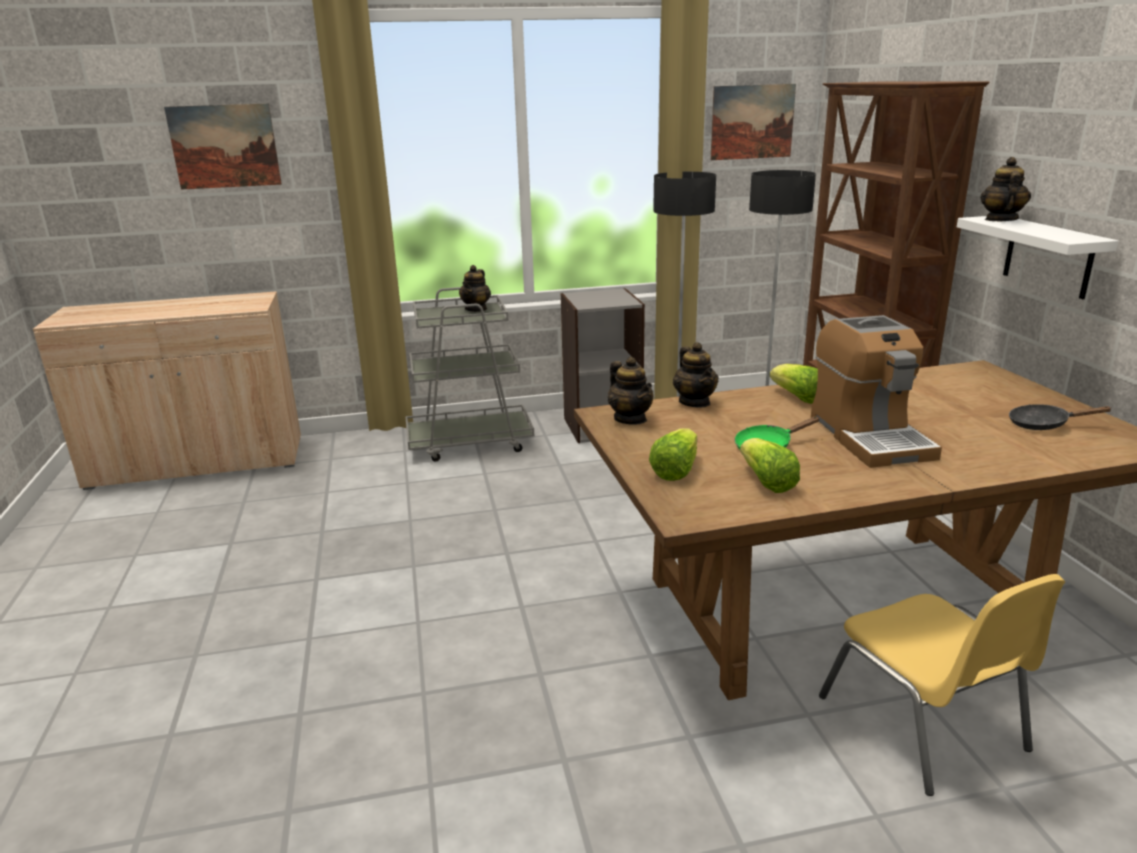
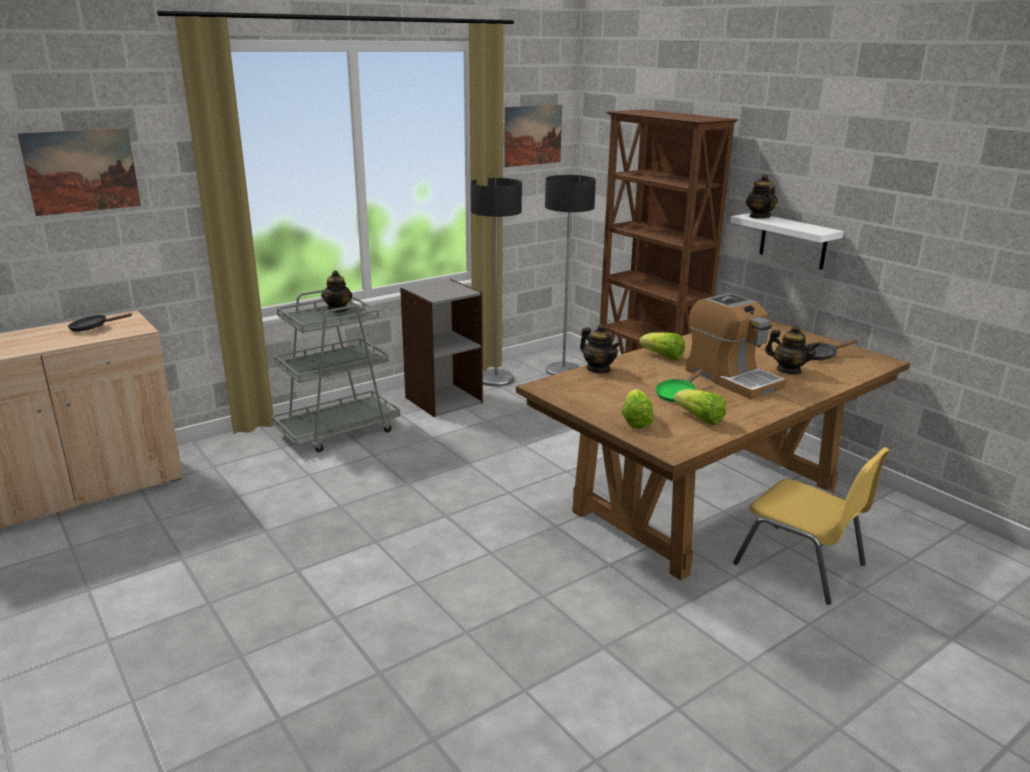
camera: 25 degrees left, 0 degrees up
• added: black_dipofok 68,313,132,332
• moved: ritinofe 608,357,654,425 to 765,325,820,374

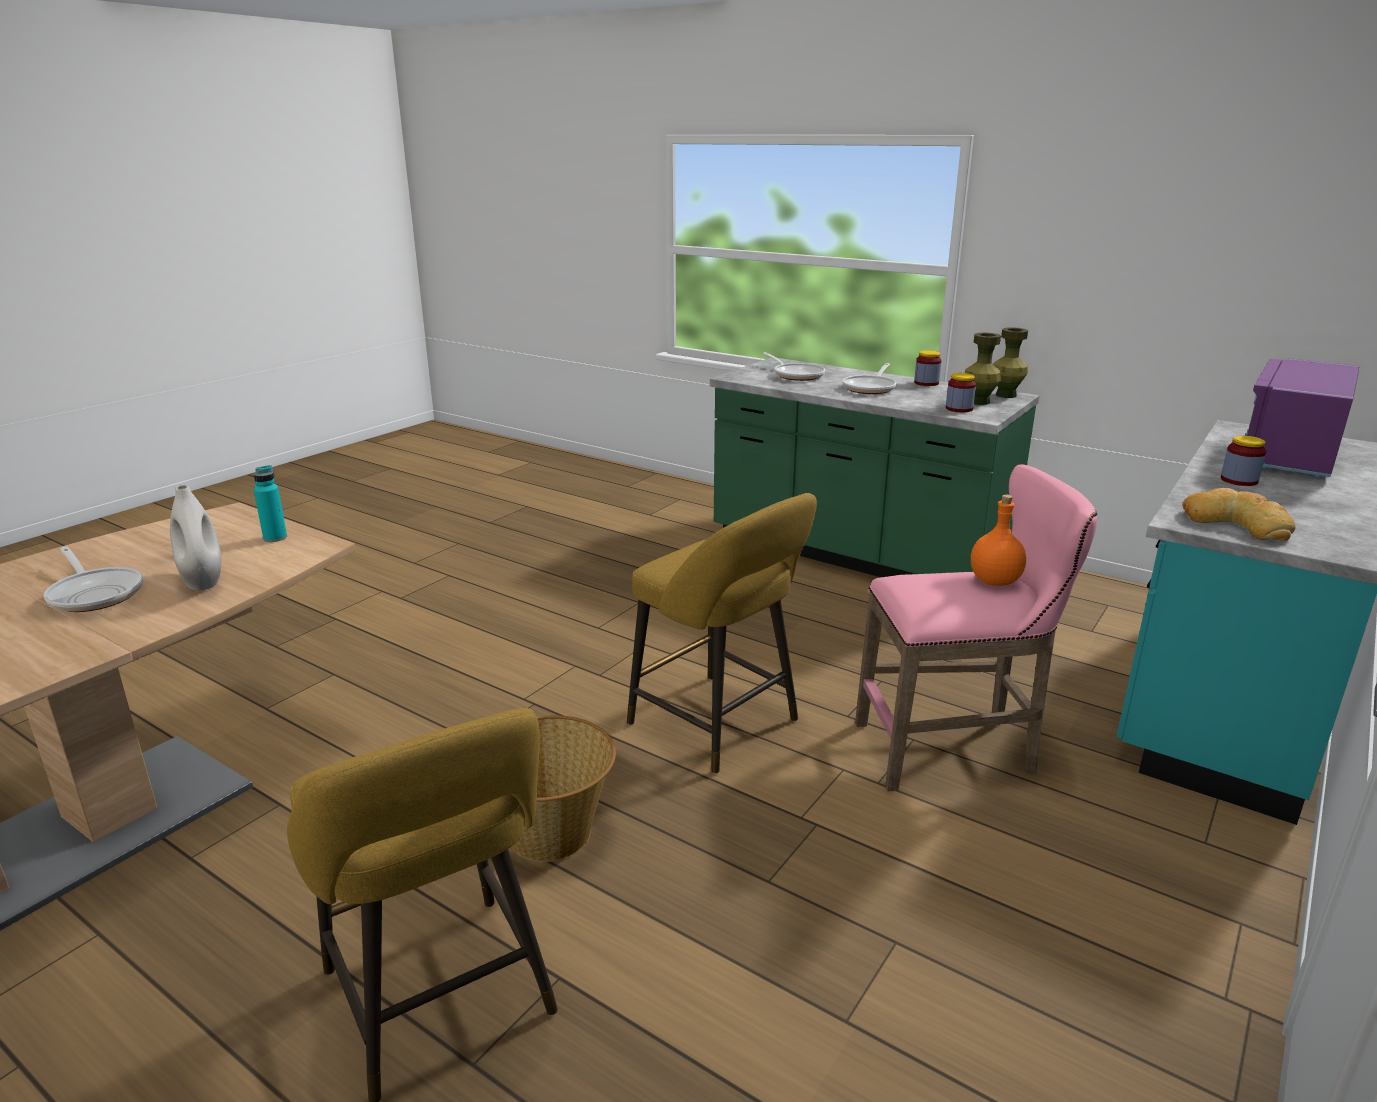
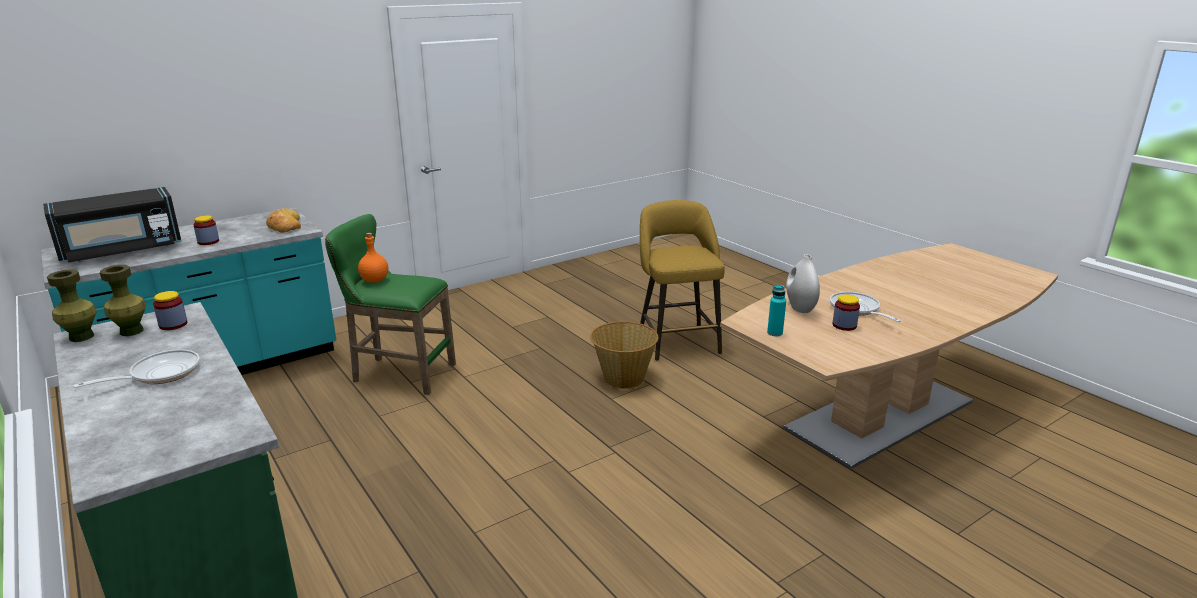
camera: 160 degrees left, 0 degrees up
• recoloured: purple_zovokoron 1245,358,1359,477 to black_zovokoron 43,187,182,263
• recoloured: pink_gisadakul 855,464,1097,791 to green_gisadakul 325,214,456,395
• moved: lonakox 914,350,942,386 to 832,294,860,331
• removed: yellow_gisadakul 627,493,817,774
• removed: dipofok 763,352,825,381

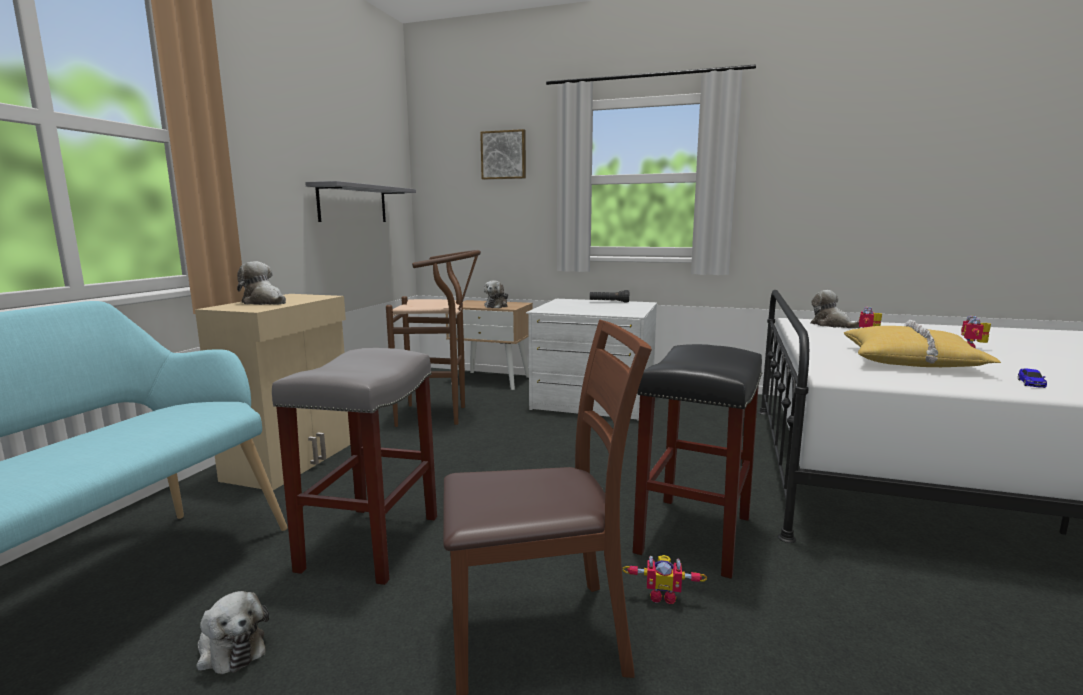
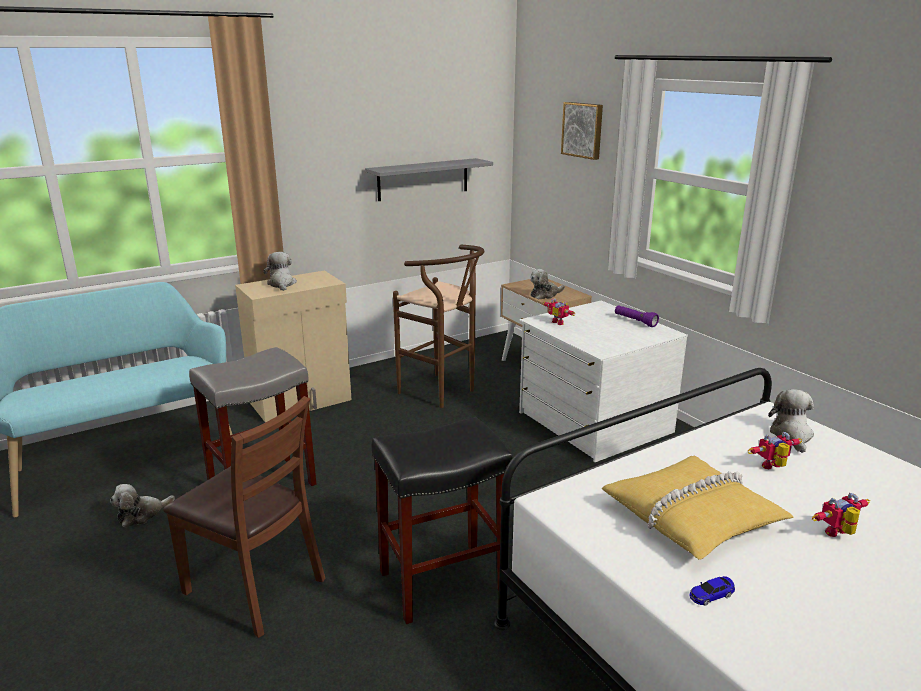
camera: 40 degrees right, 10 degrees up
• turned: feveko 196,591,269,674 = 110,484,175,528 60 degrees clockwise
• moved: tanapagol 622,555,707,604 to 543,298,575,325
• recoloured: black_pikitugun 590,290,629,303 to purple_pikitugun 615,305,659,327

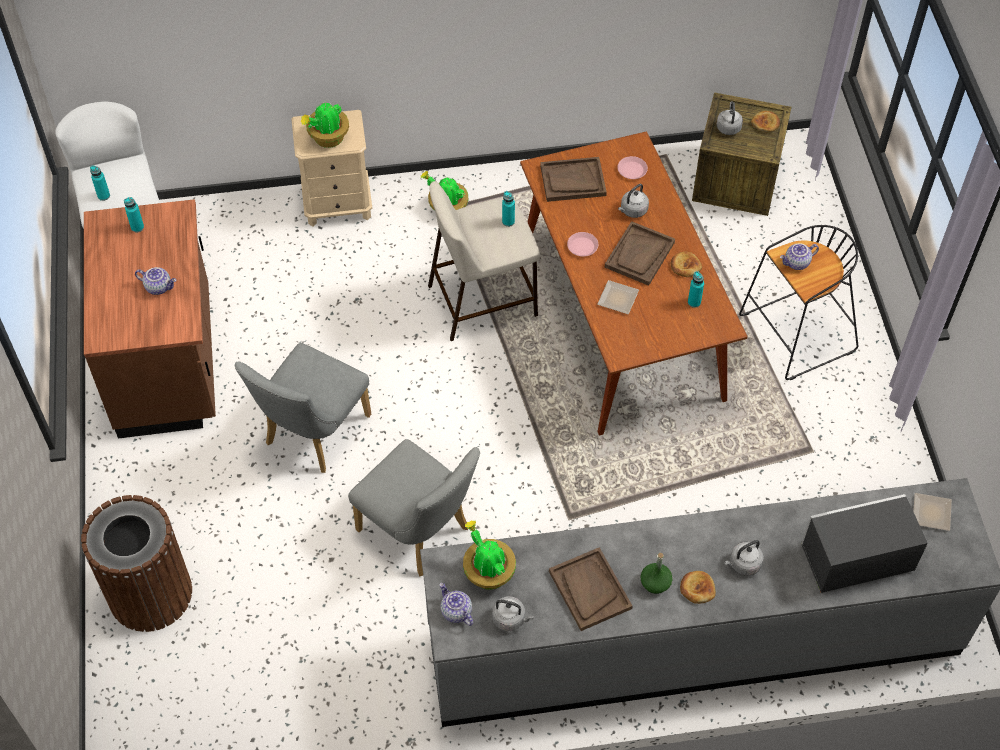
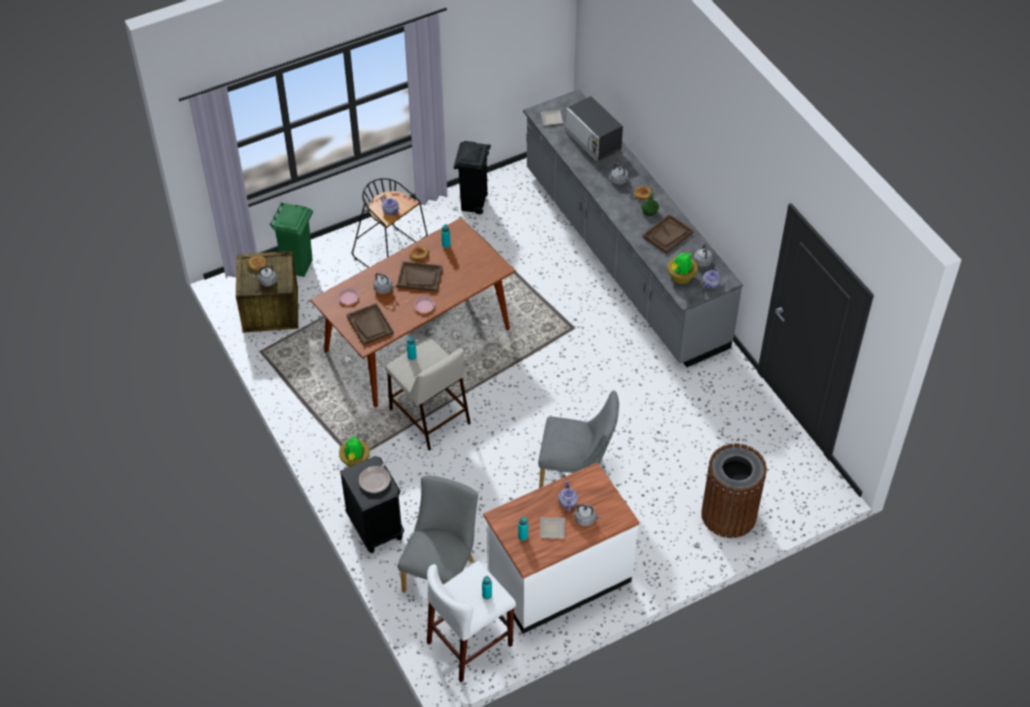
camera: 110 degrees left, 5 degrees down
• added: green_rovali 270,202,313,277
• recoloured: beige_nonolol 291,110,372,226 to black_nonolol 340,456,404,553
• replaced: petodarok 301,100,349,148 to dipofok 359,454,391,493
• moved: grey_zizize 348,439,480,576 to 398,476,478,593
• added: black_rovali 454,141,491,214
• recoloured: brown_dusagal 84,199,216,439 to white_dusagal 483,462,639,634
• moved: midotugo 597,280,639,314 to 540,517,565,539
• added: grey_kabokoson 574,504,601,526

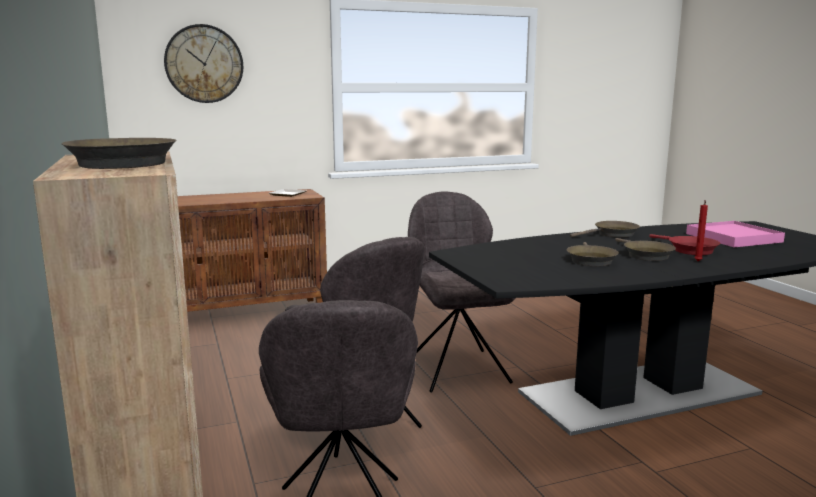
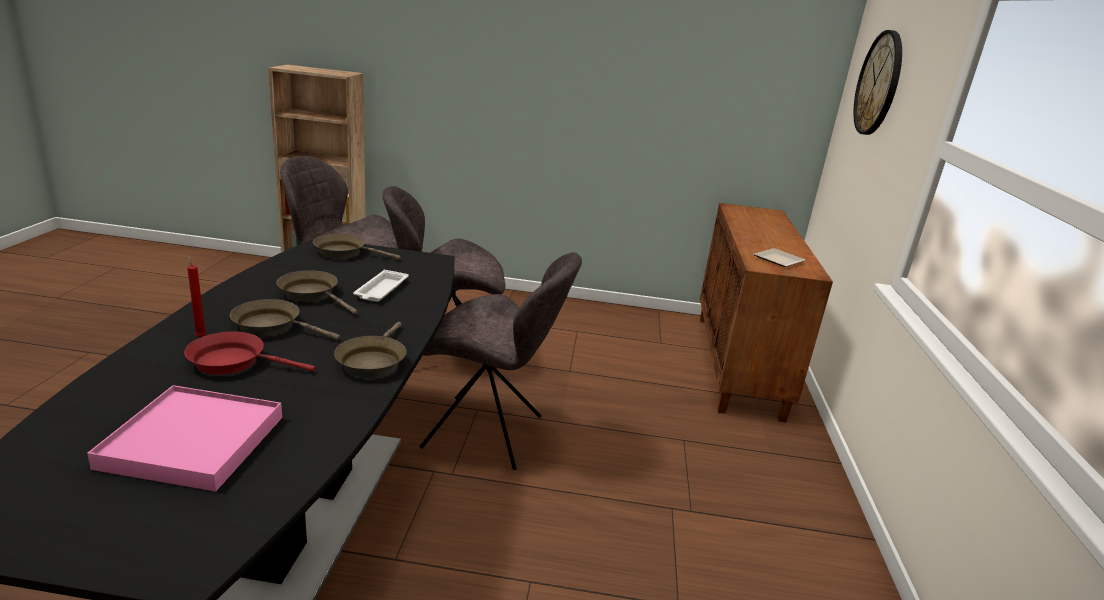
camera: 115 degrees right, 10 degrees up
• moved: brown_dipofok 62,138,176,169 to 313,234,401,259
• added: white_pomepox 353,270,409,302

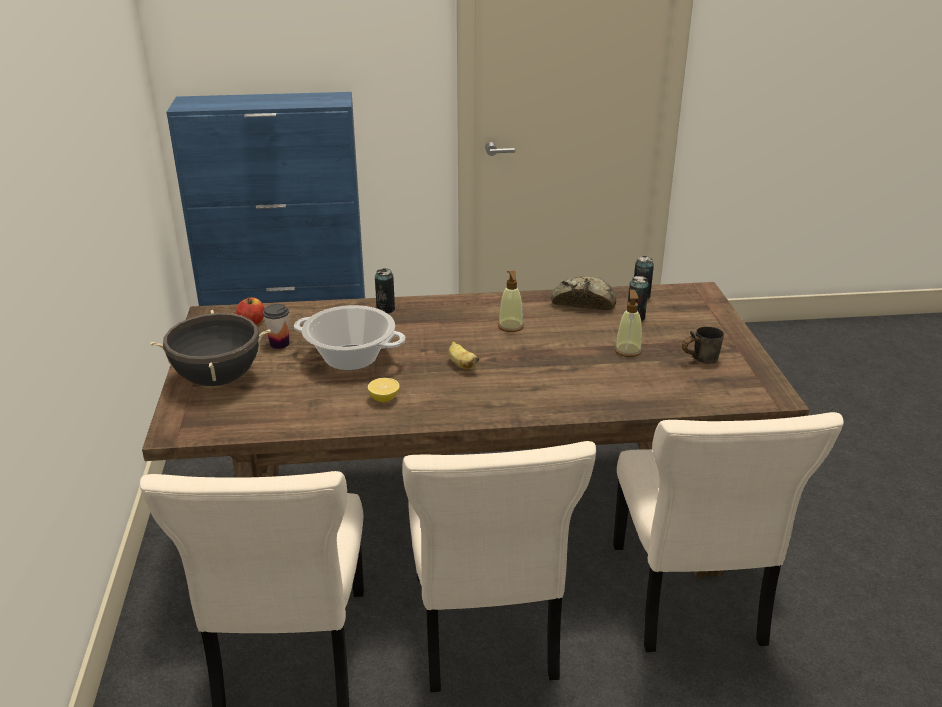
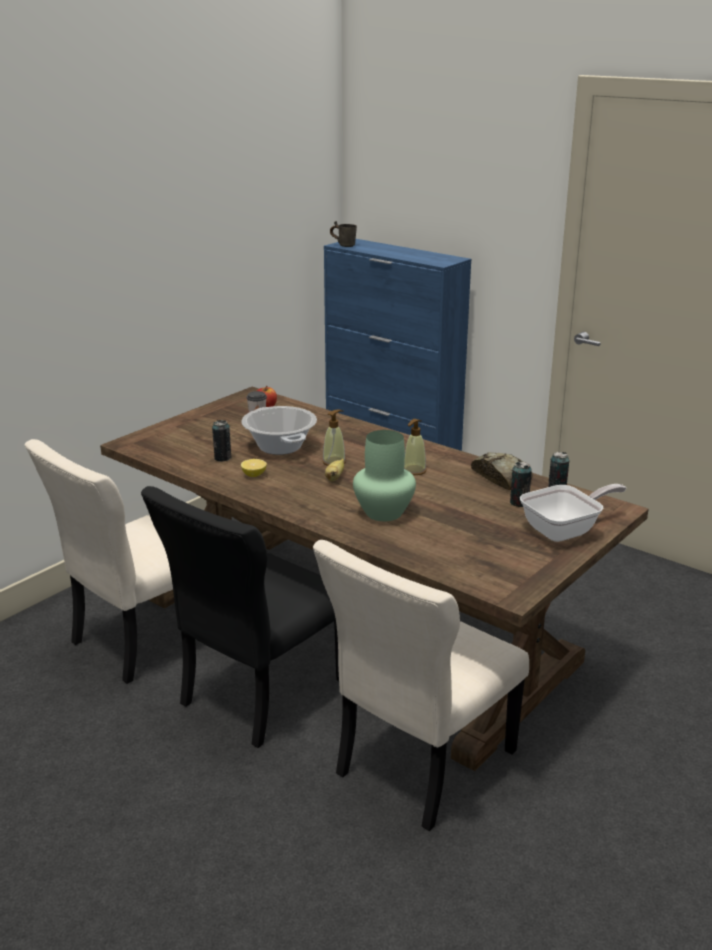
camera: 45 degrees right, 5 degrees down
• recoloured: beige_zizize 402,441,596,692 to black_zizize 141,486,339,748
• moved: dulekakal 375,268,395,313 to 212,420,231,462
• moved: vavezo 615,290,642,357 to 323,409,346,466
• moved: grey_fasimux 682,326,724,364 to 330,221,357,247
• added: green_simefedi 353,430,416,521
• added: dipofok 520,484,626,542
• removed: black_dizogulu 151,310,270,386

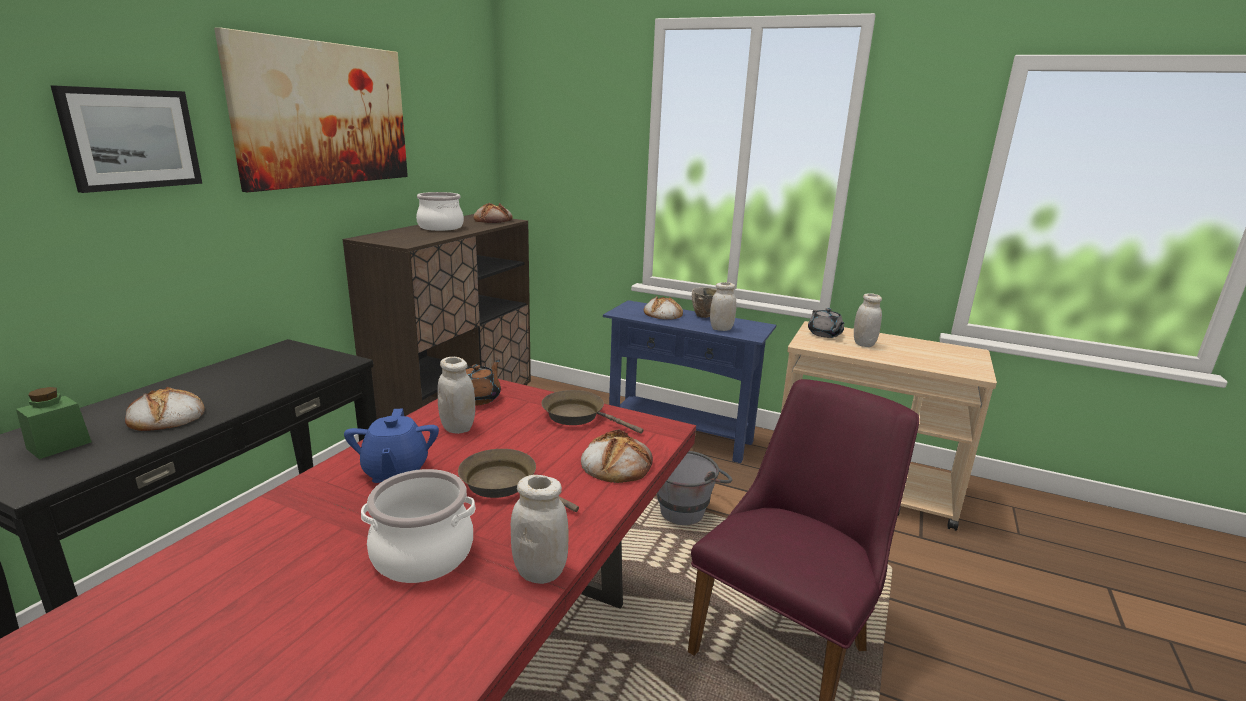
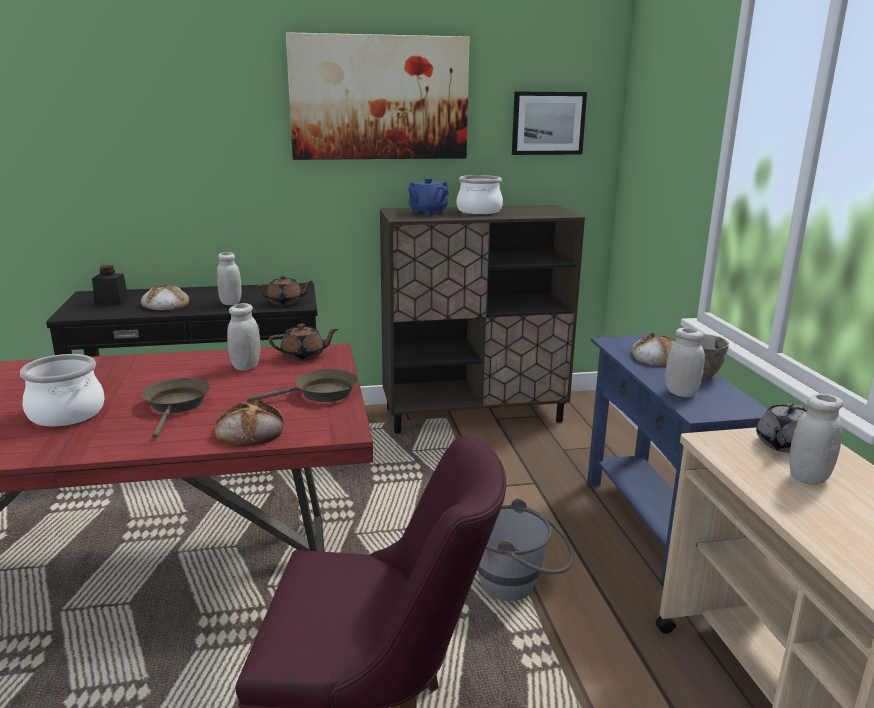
camera: 55 degrees right, 0 degrees up
• recoloured: green_lonakox 16,387,92,459 to black_lonakox 92,265,128,305
• moved: white_lonakox 511,475,569,584 to 217,252,242,305
• turned: brown_dipofok 542,390,643,434 = 247,369,358,402 75 degrees clockwise
• added: brown_ritinofe 257,275,313,306
• moved: blue_ritinofe 344,409,439,483 to 408,178,449,215
• moved: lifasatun 50,85,202,193 to 512,91,587,155
• removed: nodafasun 473,203,513,223

